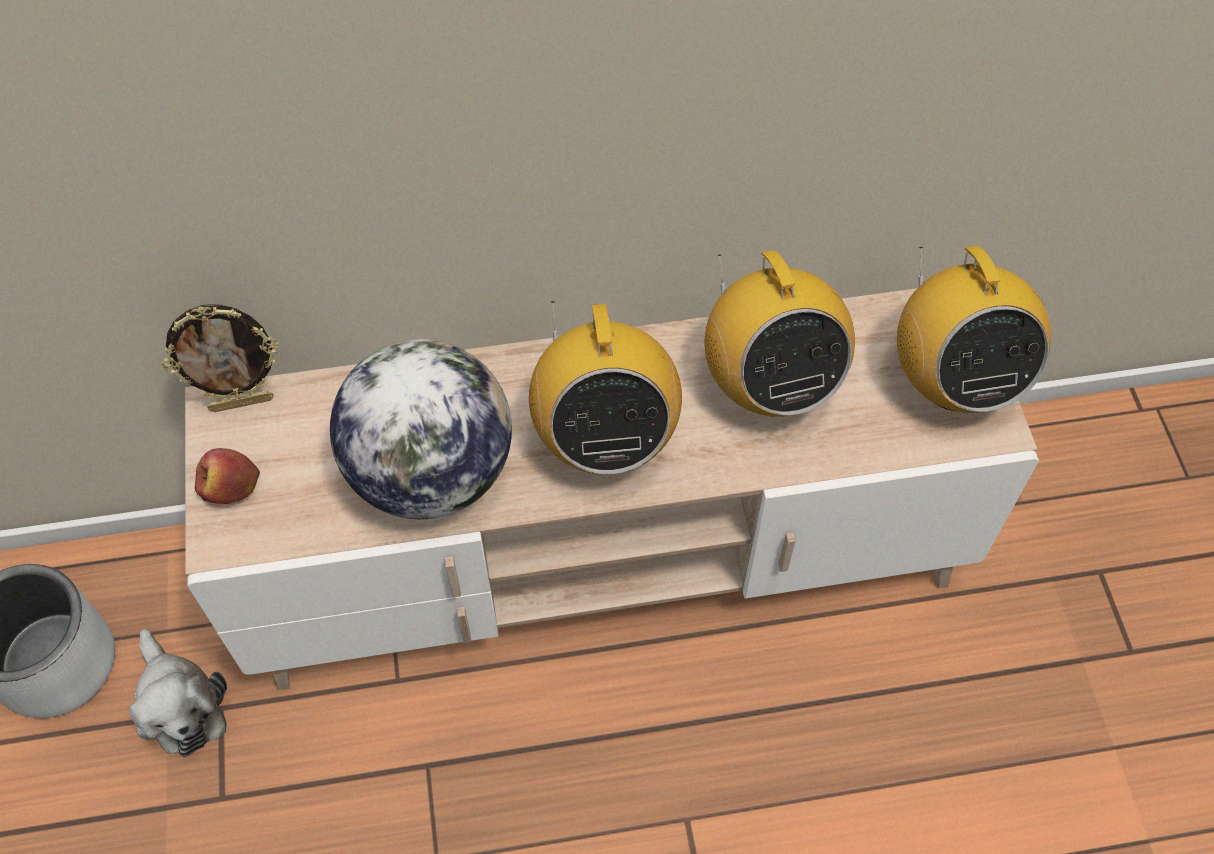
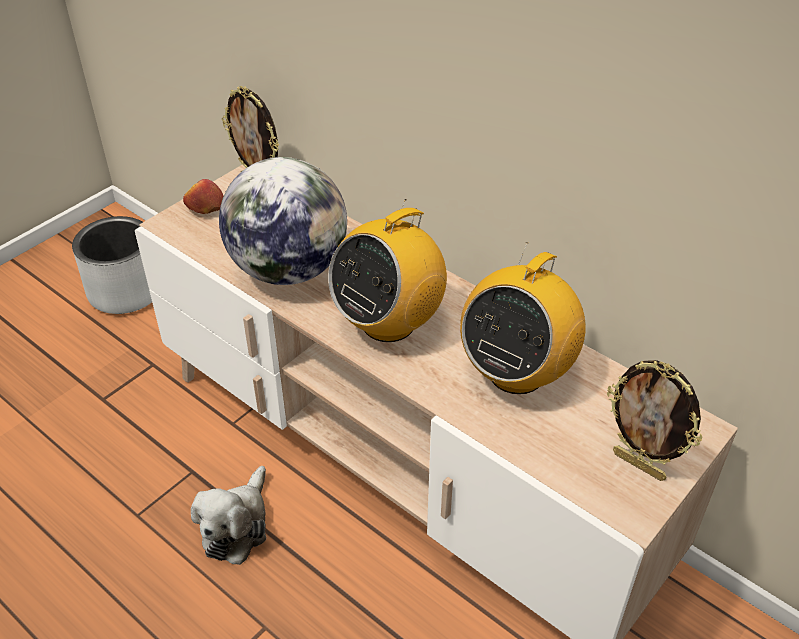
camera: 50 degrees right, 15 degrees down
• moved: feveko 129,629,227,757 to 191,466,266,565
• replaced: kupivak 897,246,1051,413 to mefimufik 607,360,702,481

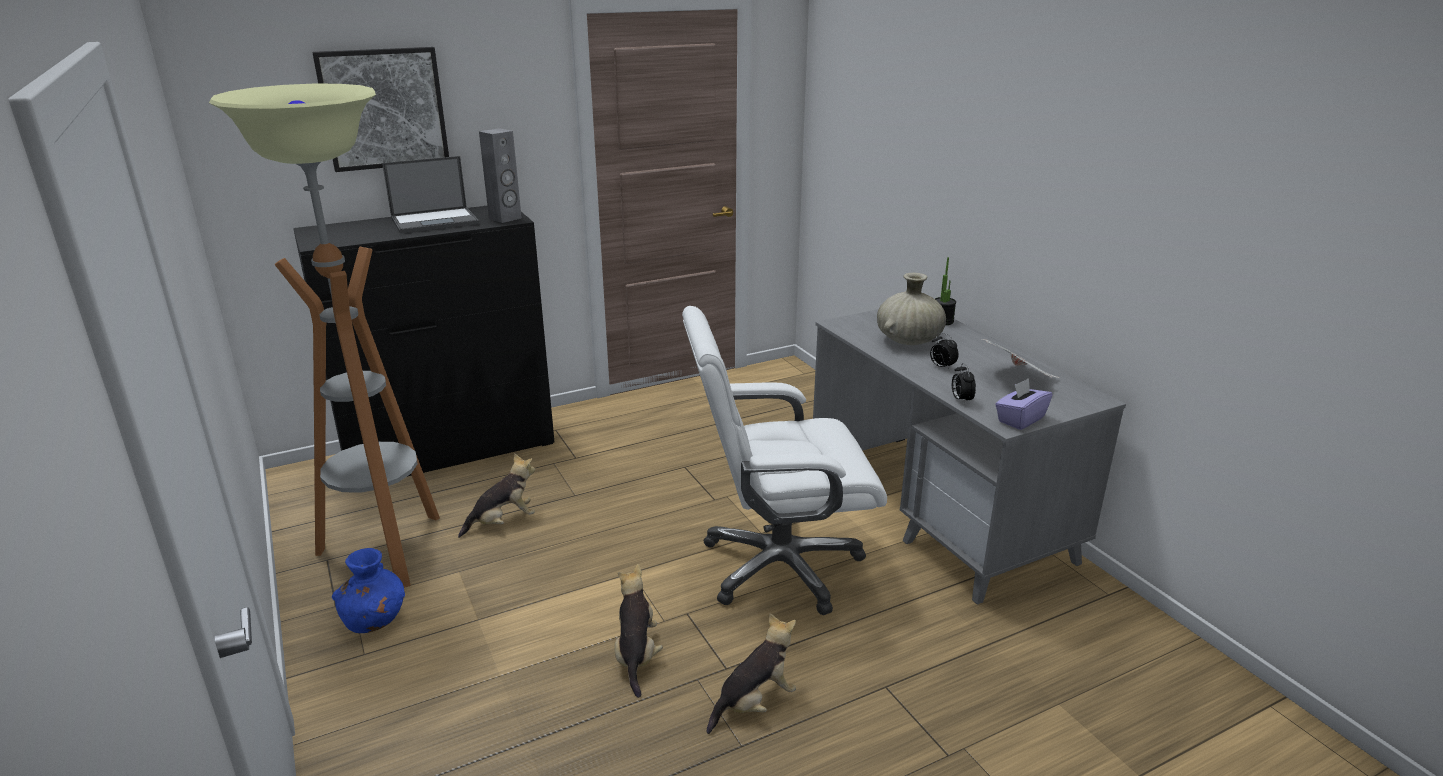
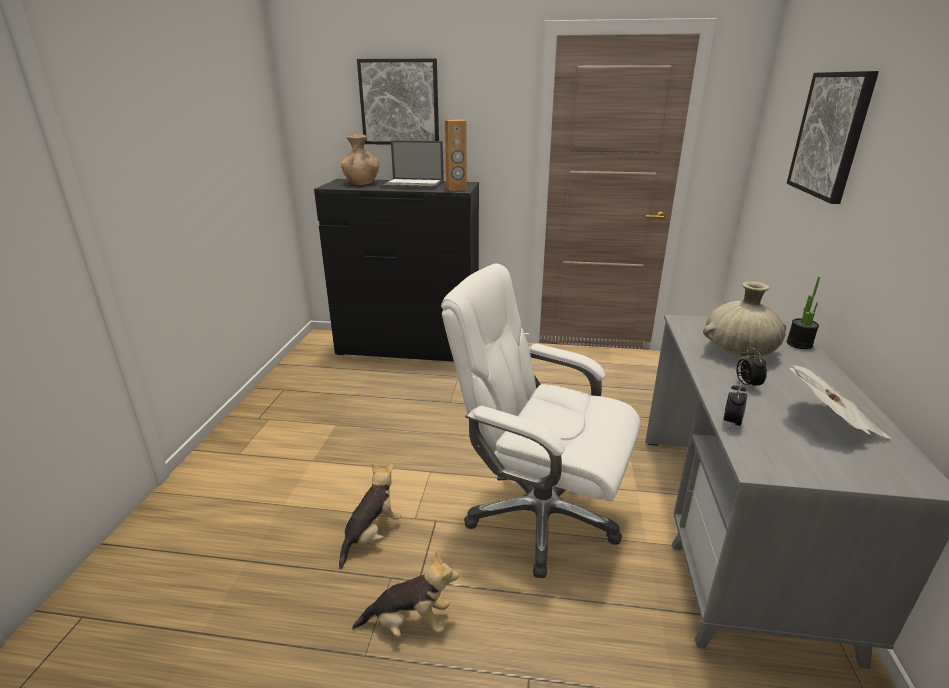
camera: 35 degrees right, 0 degrees up
• added: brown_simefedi 341,135,379,185
• recoloured: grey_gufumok 479,128,522,223 to brown_gufumok 445,120,467,191
• added: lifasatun 787,71,879,204
• removed: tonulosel 209,84,440,588
• removed: blue_simefedi 332,548,405,633
• removed: feveko 458,453,535,538
• removed: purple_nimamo 995,378,1052,430

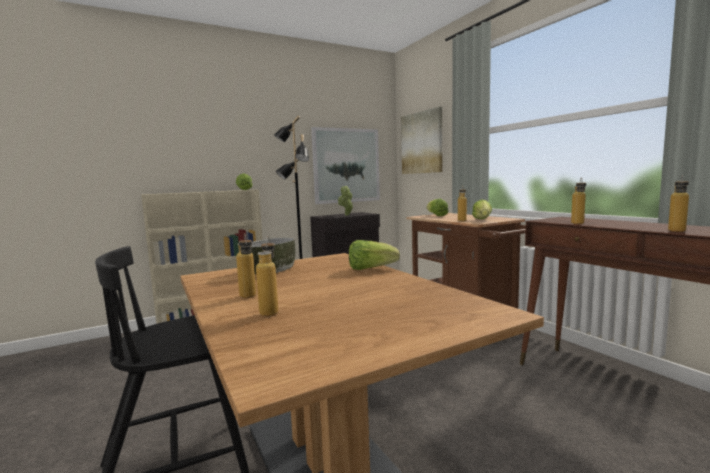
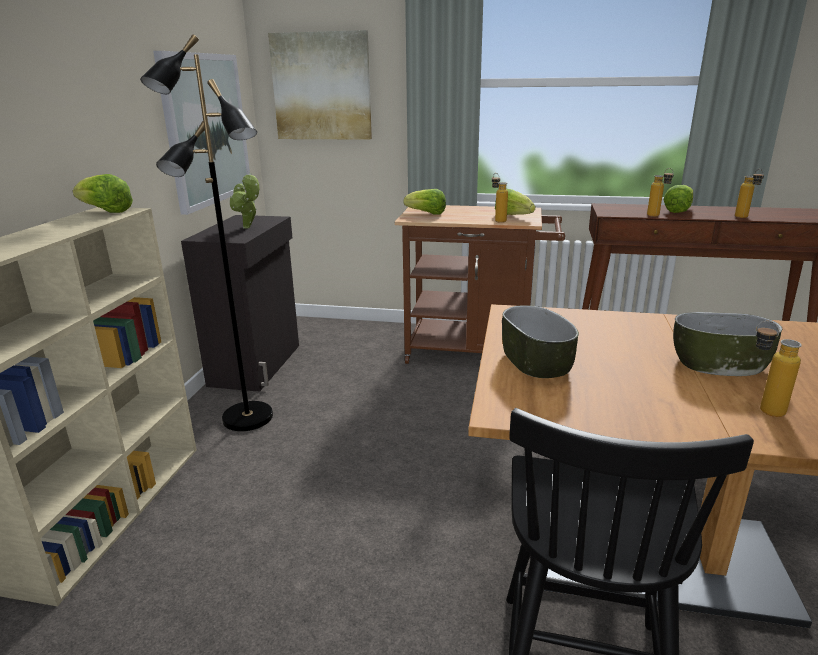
camera: 50 degrees left, 15 degrees up
• moved: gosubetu 349,240,400,270 to 664,185,693,213
• added: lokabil 673,312,782,376
• removed: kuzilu 236,233,256,298

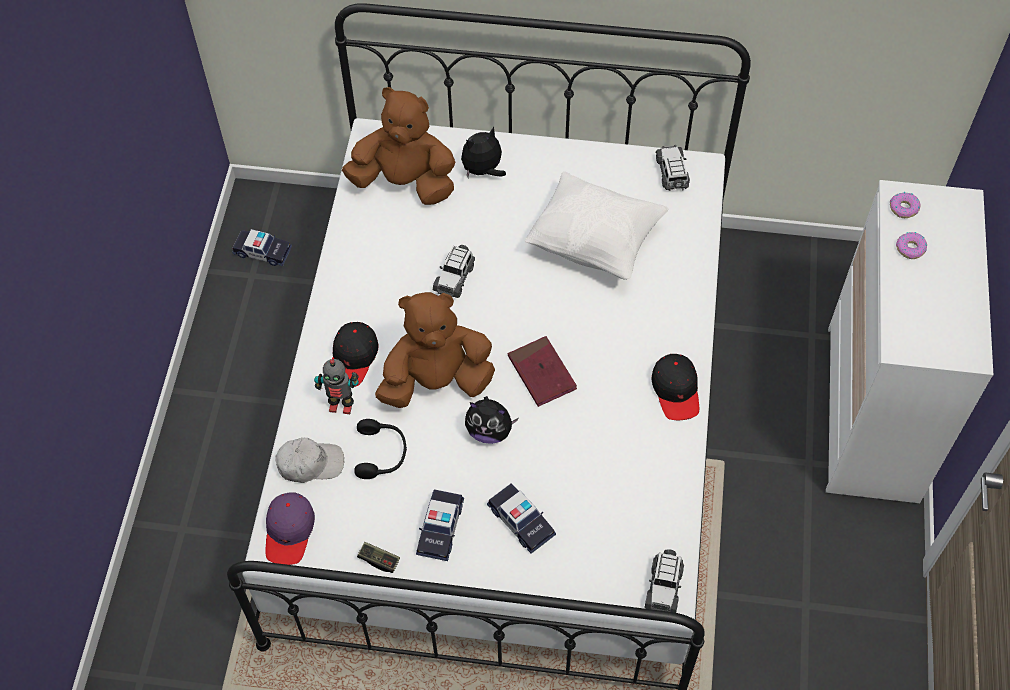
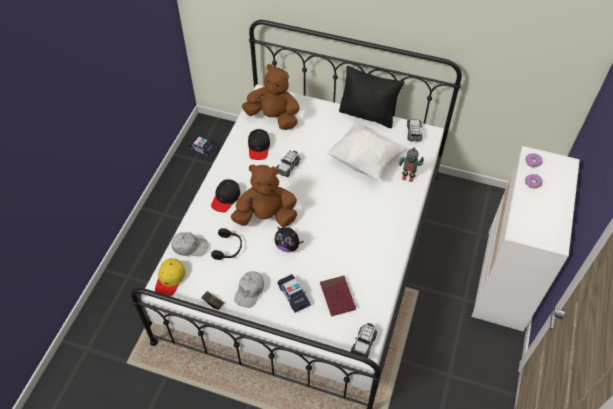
camera: 10 degrees right, 5 degrees down
• recoloured: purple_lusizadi 265,492,315,565 to yellow_lusizadi 155,259,186,296
• replaced: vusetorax 416,489,464,561 to white_lusizadi 234,271,264,308
• moved: black_lusizadi 651,354,699,420 to 248,129,270,160
• moved: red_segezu 508,336,577,407 to 320,276,356,316
• added: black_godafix 339,66,404,128
• moved: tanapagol 314,359,359,414 to 399,148,424,182
• removed: feveko 461,127,506,177

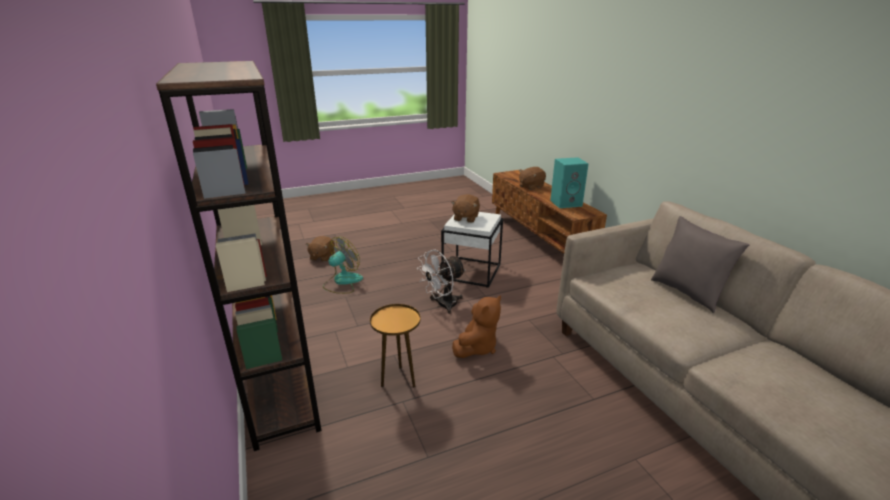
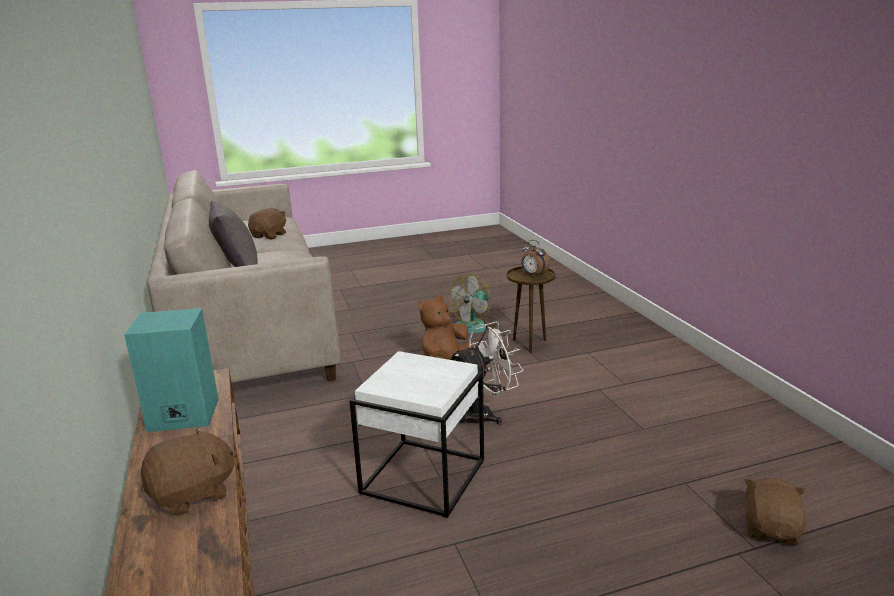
camera: 175 degrees left, 5 degrees down
• moved: brown_feveko 451,194,480,223 to 248,208,286,239
• moved: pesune 323,237,363,294 to 450,273,498,333
• added: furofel 521,240,550,277
• removed: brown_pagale 156,61,321,451

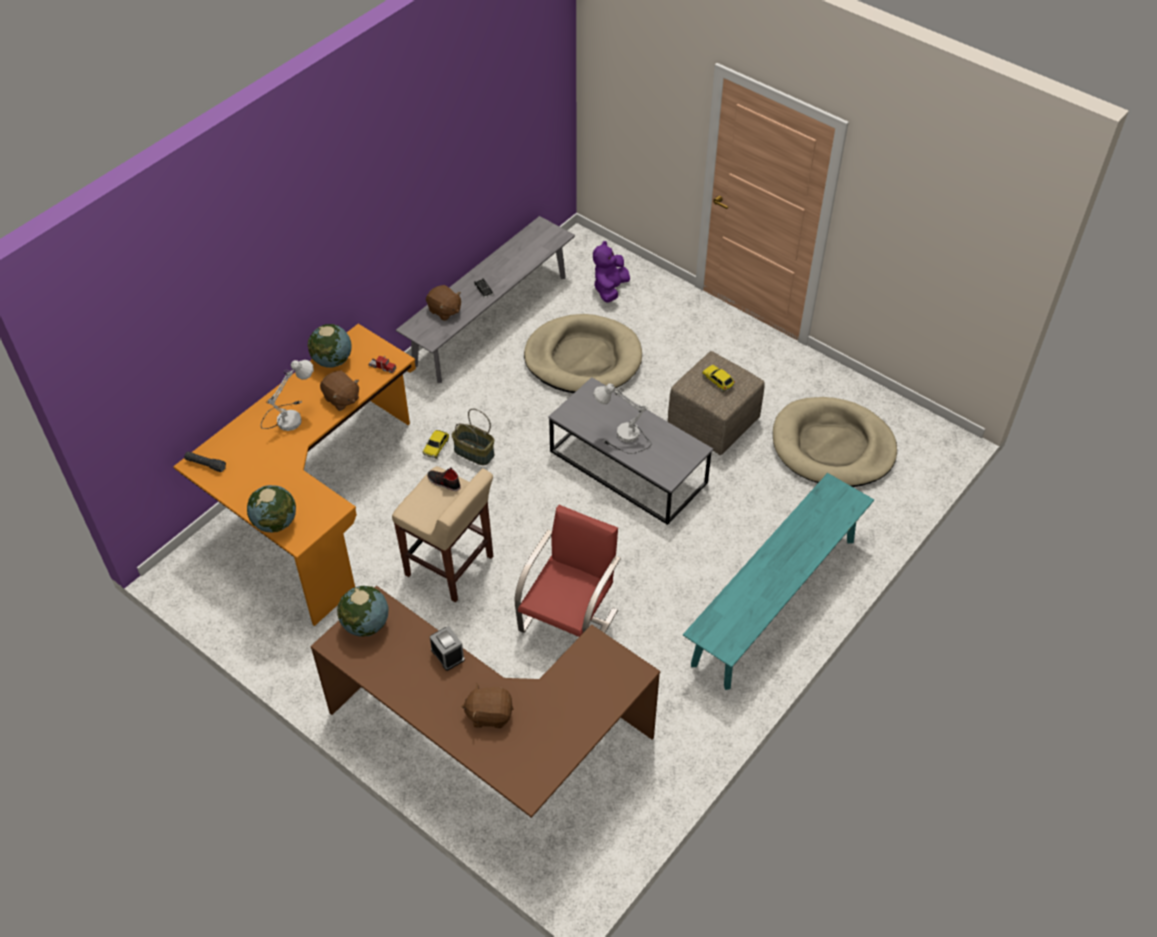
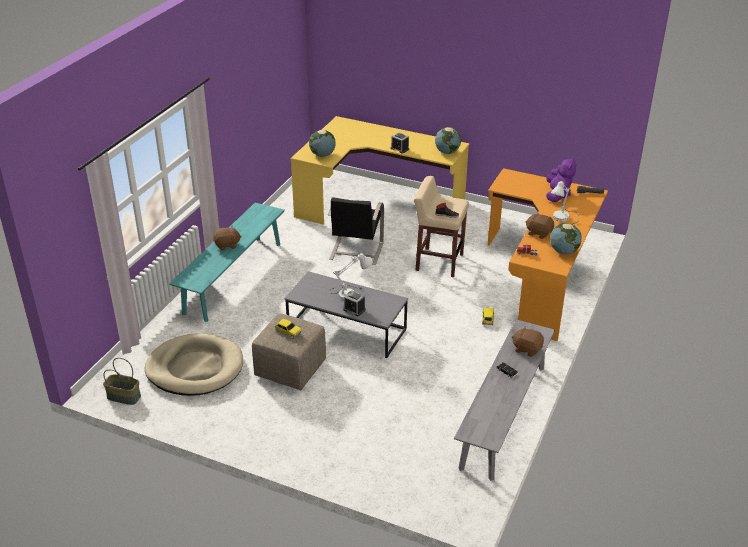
camera: 165 degrees right, 15 degrees down
• moved: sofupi 452,409,494,466 to 103,358,141,405
• moved: brown_feveko 461,683,514,728 to 213,226,242,250
• recoloured: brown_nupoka 310,586,660,818 to yellow_nupoka 291,116,469,225
• moved: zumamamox 247,485,296,532 to 309,130,336,157
• recoloured: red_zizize 514,505,621,637 to black_zizize 328,197,384,265
• added: furofel 343,290,366,316
• moved: purple_feveko 593,241,630,303 to 546,157,576,202
• removed: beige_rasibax 524,314,642,393

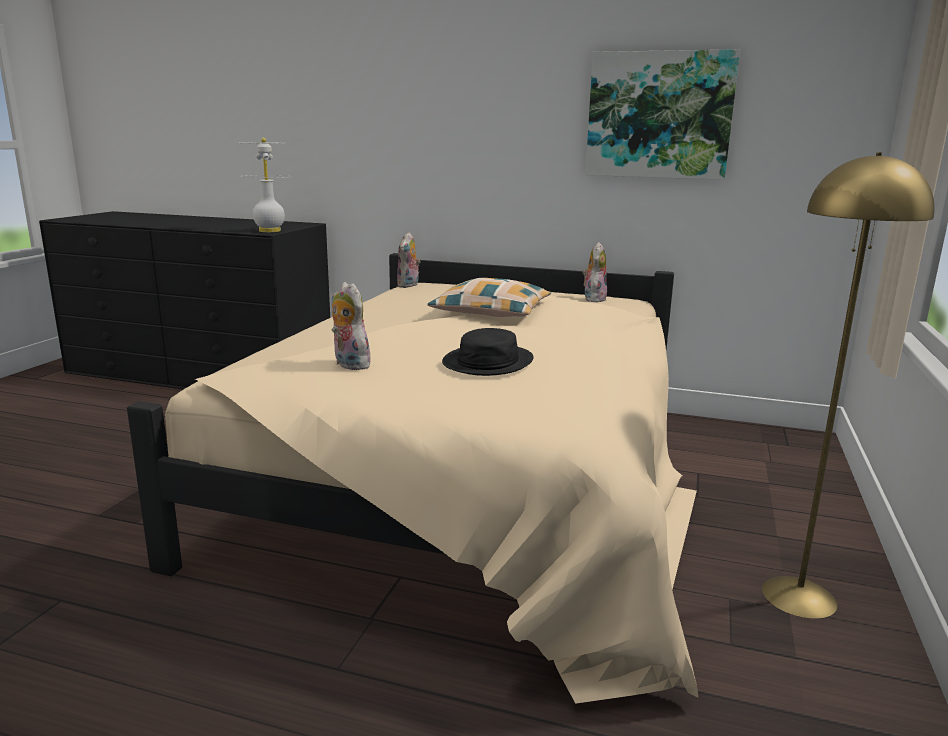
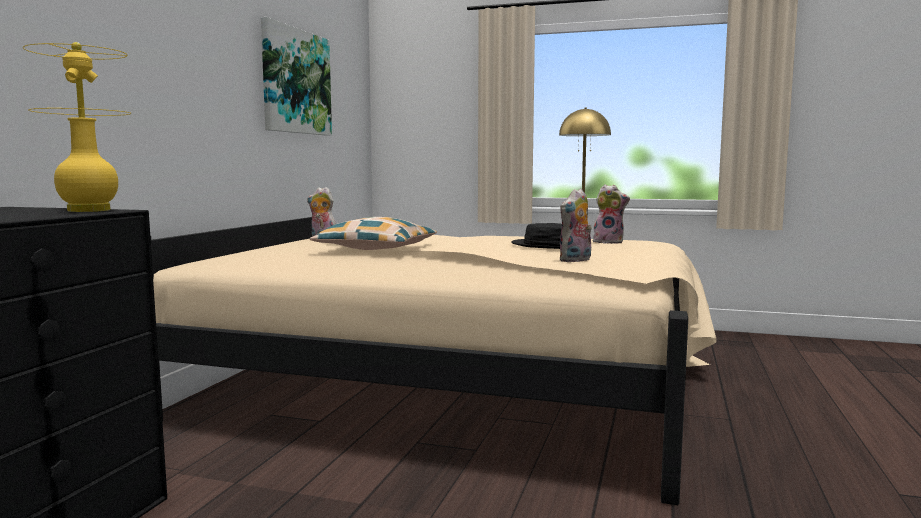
camera: 90 degrees left, 10 degrees down
• recoloured: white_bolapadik 238,138,292,232 to yellow_bolapadik 23,42,130,212
• moved: feveko 397,232,421,288 to 593,184,630,244

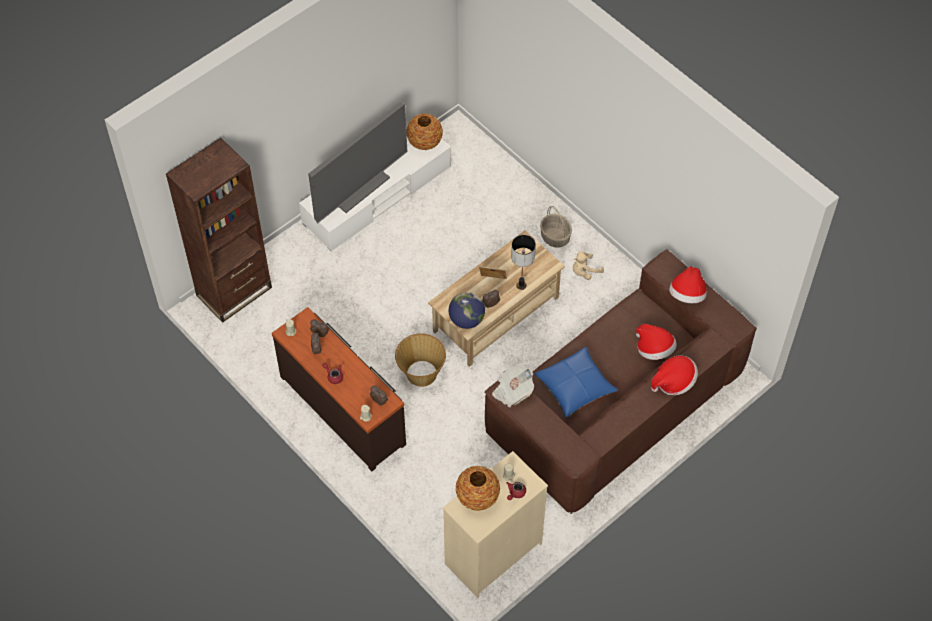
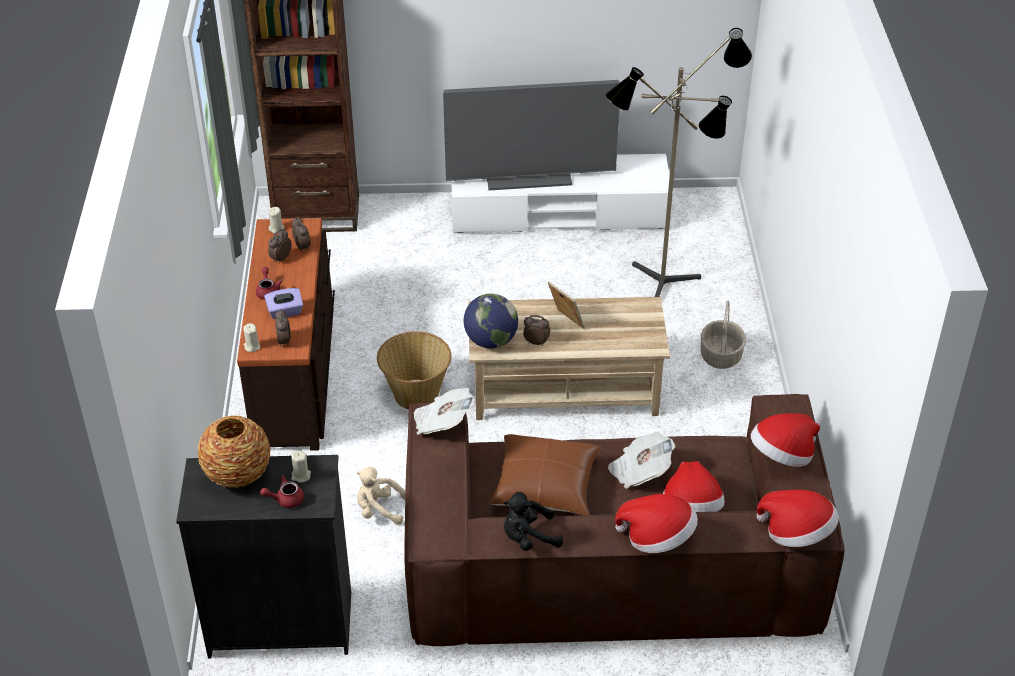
camera: 40 degrees right, 15 degrees down
• recoloured: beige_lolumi 442,451,548,598 to black_lolumi 176,455,351,658
• added: purple_nimamo 264,288,303,319
• moved: beige_feveko 573,251,604,280 to 356,467,405,525
• recoloured: blue_godafix 535,347,618,418 to brown_godafix 489,434,601,515
• added: black_feveko 504,492,563,551
• added: tonulosel 605,28,752,297
• added: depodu 608,432,675,489
• added: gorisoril 756,490,839,547
• removed: simefedi 406,113,443,150
• removed: bolapadik 511,235,536,290

